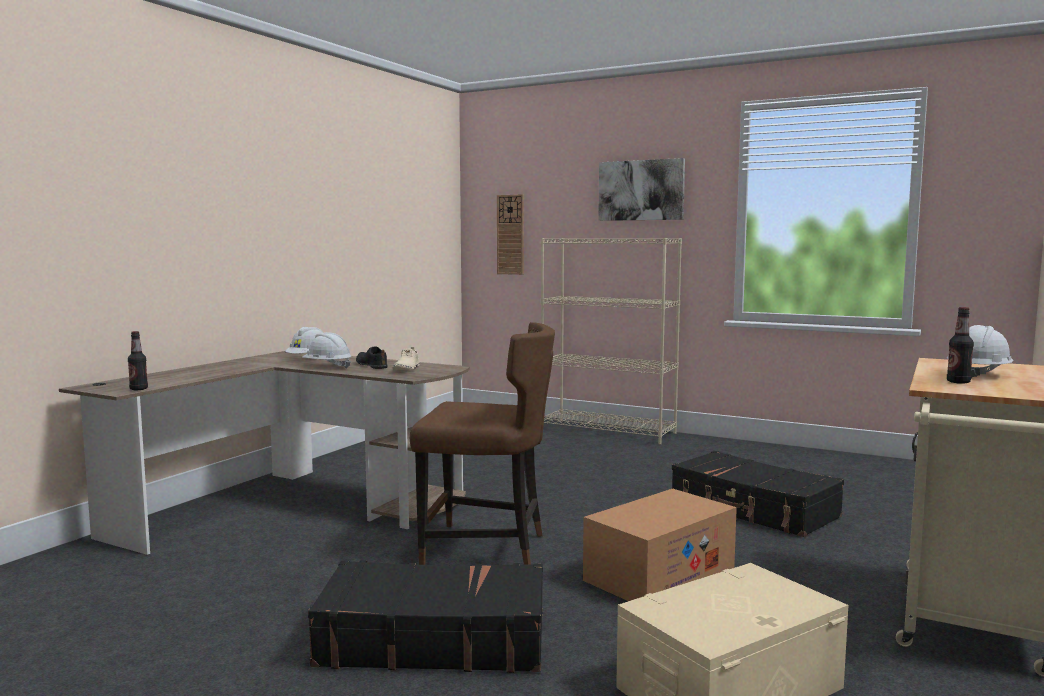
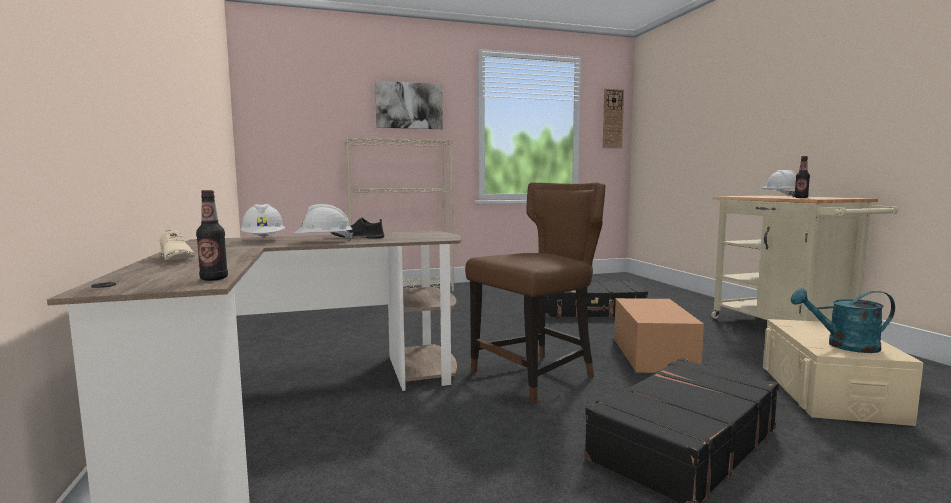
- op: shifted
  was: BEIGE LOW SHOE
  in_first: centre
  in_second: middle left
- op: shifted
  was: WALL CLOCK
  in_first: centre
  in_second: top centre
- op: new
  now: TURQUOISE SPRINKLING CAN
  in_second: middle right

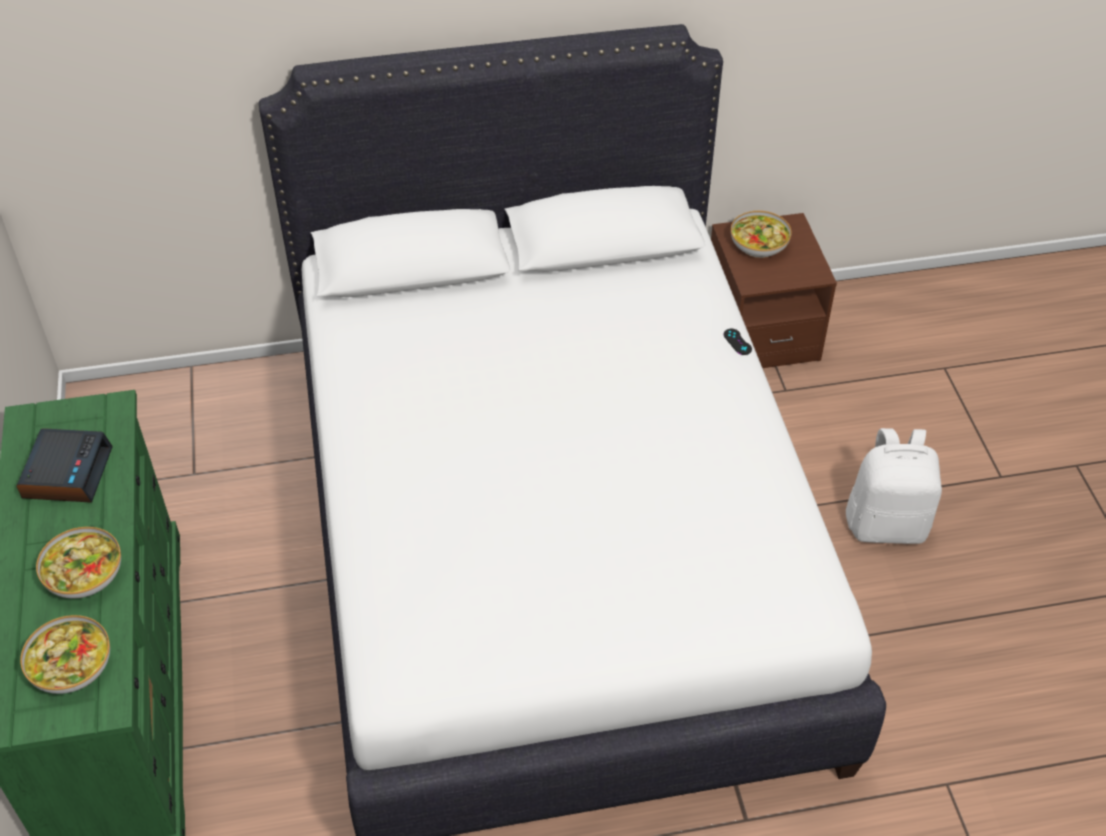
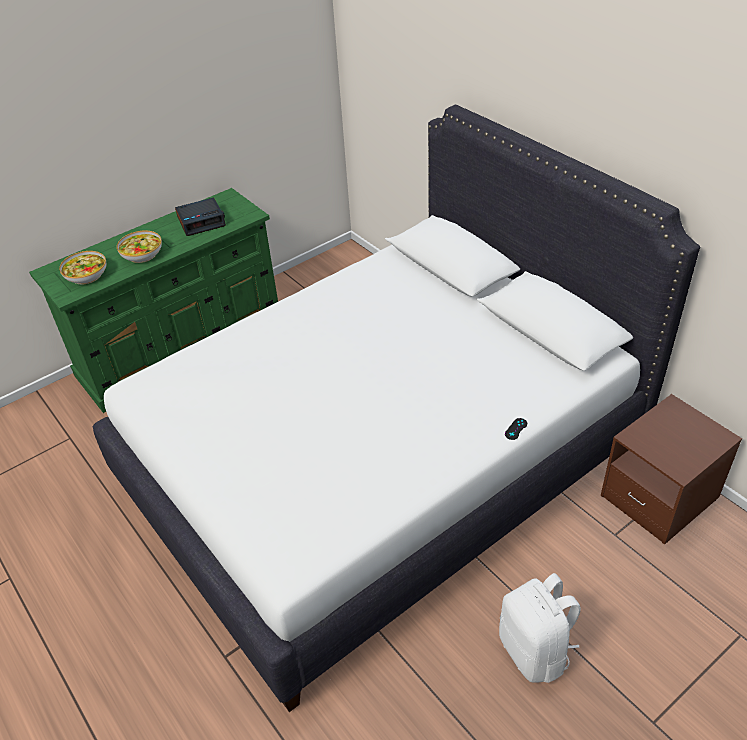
- op: gone
  was: BOWL (no. 3 from left)
  in_first: top right

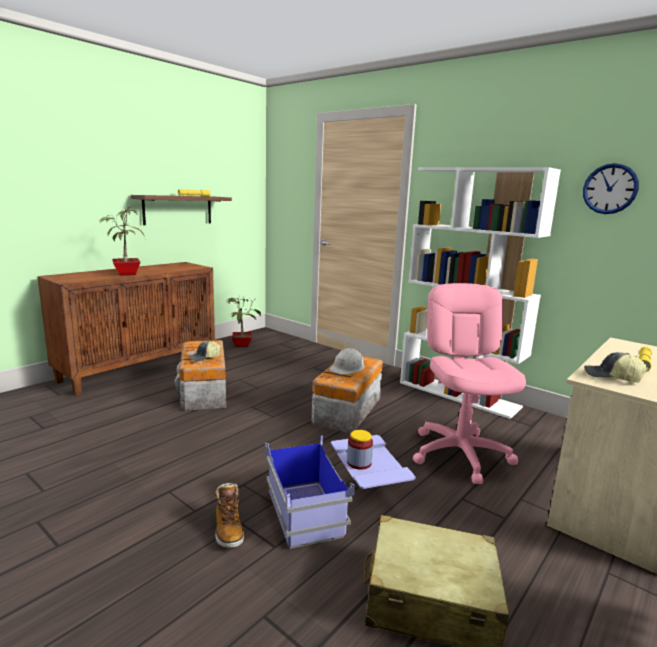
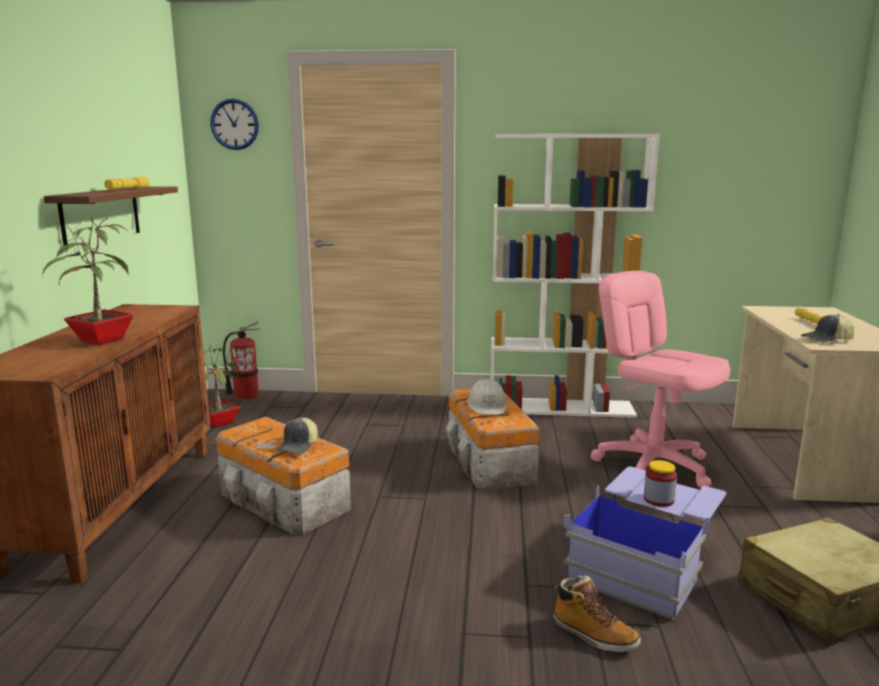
- op: shifted
  was: WALL CLOCK
  in_first: top right
  in_second: top left
- op: new
  now: FIRE EXTINGUISHER
  in_second: middle left

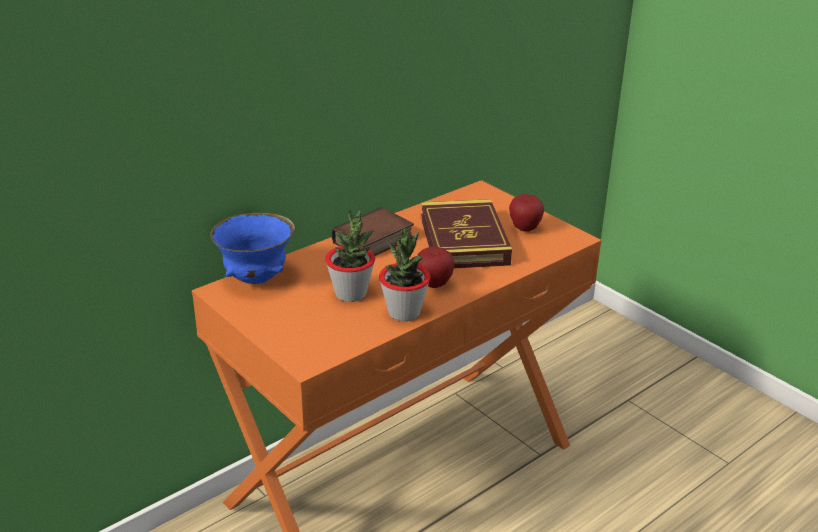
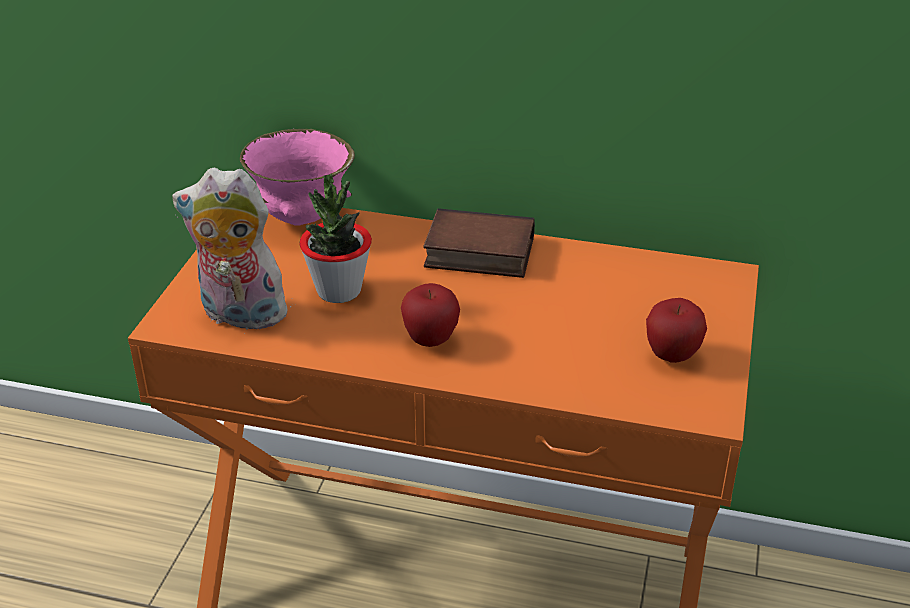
- op: new
  now: SOFT TOY
  in_second: middle left
- op: repainted
  was: BLUE-COLOURED BOWL
  now: PINK-COLOURED BOWL
  in_first: middle left
  in_second: top left
- op: gone
  was: PLANT IN A POT (no. 2 from left)
  in_first: centre
- op: gone
  was: VOLUME (no. 2 from left)
  in_first: centre

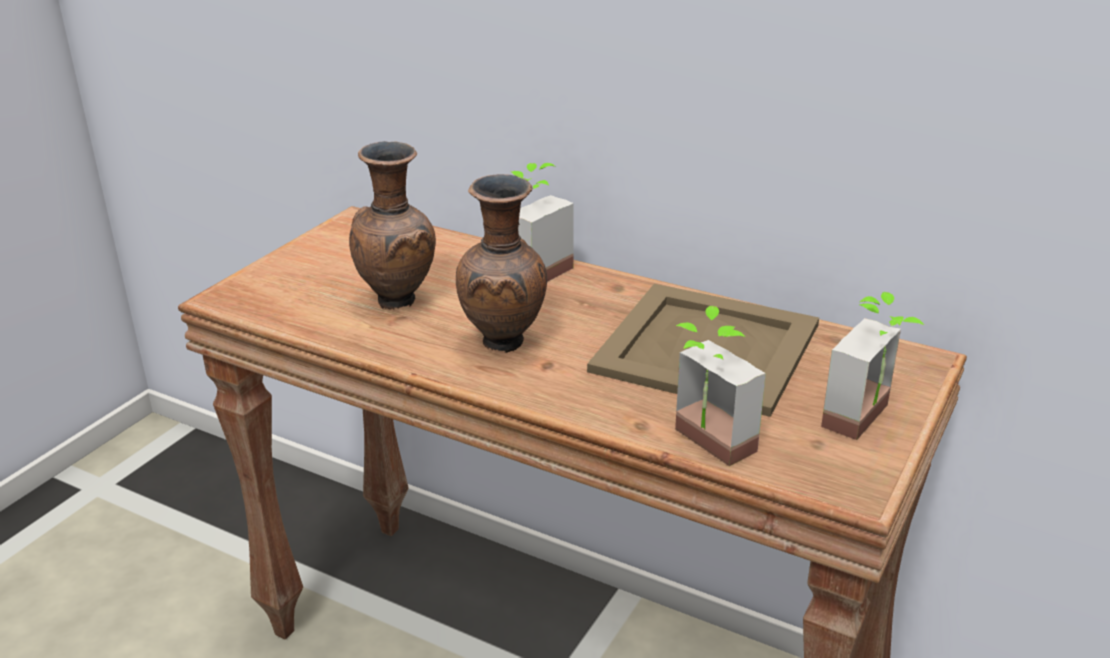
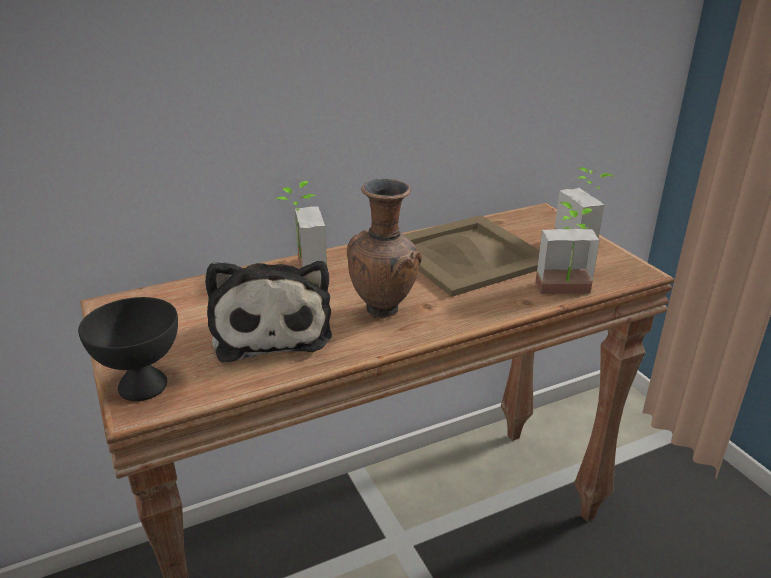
- op: new
  now: BLACK-COLOURED BOWL
  in_second: middle left
- op: swapped
  was: BROWN-COLOURED VASE (no. 1 from left)
  now: SOFT TOY
  in_first: centre
  in_second: centre

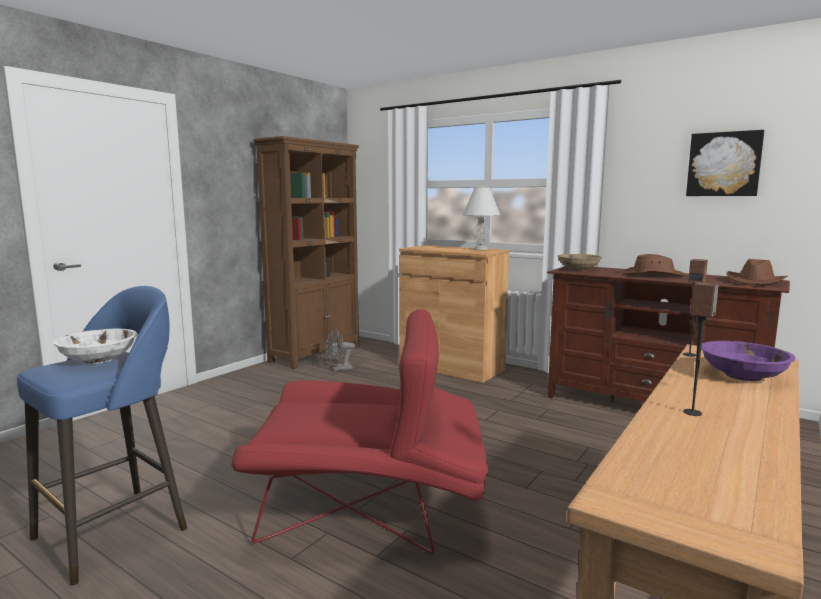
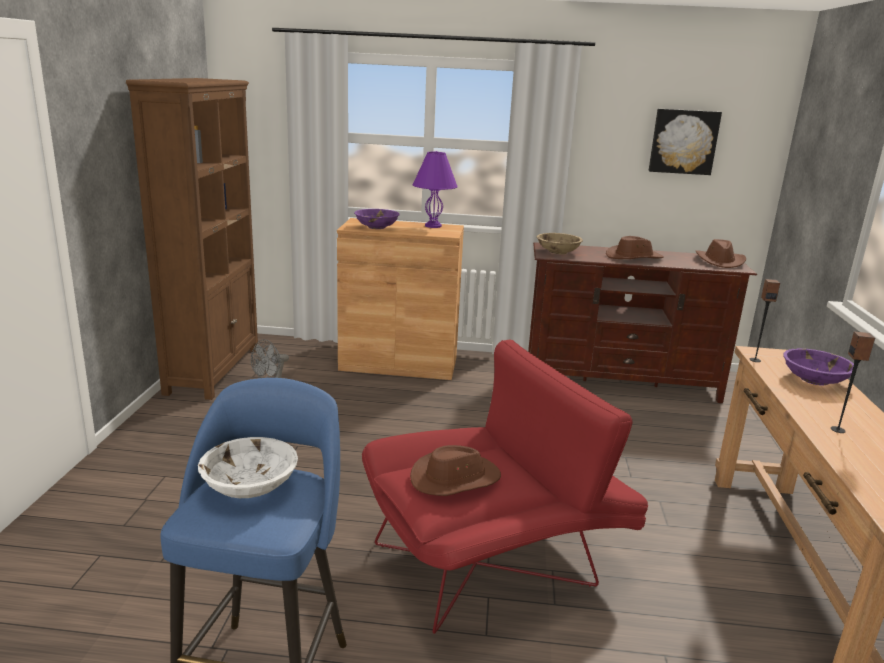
- op: new
  now: PURPLE-COLOURED BOWL (no. 1 from left)
  in_second: top centre
- op: new
  now: BROWN-COLOURED HAT (no. 1 from left)
  in_second: bottom centre
- op: repainted
  was: WHITISH TABLE LAMP
  now: PURPLE-COLOURED TABLE LAMP
  in_first: centre
  in_second: top centre

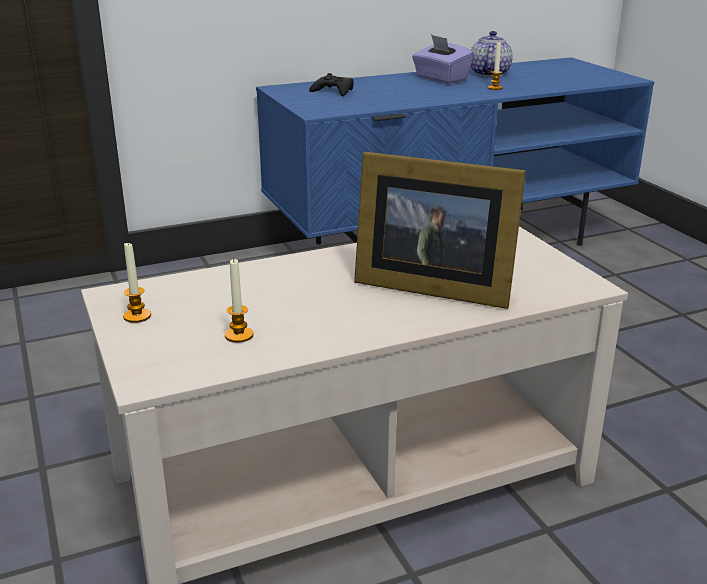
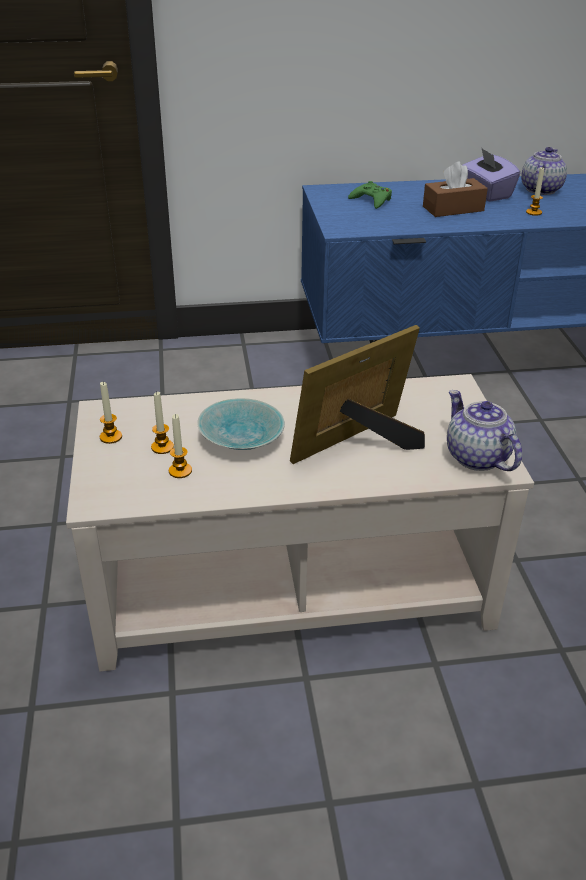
- op: new
  now: WAX CANDLE (no. 2 from left)
  in_second: middle left
- op: new
  now: TURQUOISE BOWL
  in_second: centre
- op: rotated
  was: PHOTO FRAME
  in_first: centre
  in_second: centre
  clockwise: 105
- op: repainted
  was: BLACK-COLOURED GAMEPAD
  now: GREENISH GAMEPAD
  in_first: top centre
  in_second: top centre
- op: new
  now: BROWN-COLOURED BOX OF TISSUES
  in_second: top right
- op: new
  now: POT FOR TEA (no. 1 from left)
  in_second: middle right

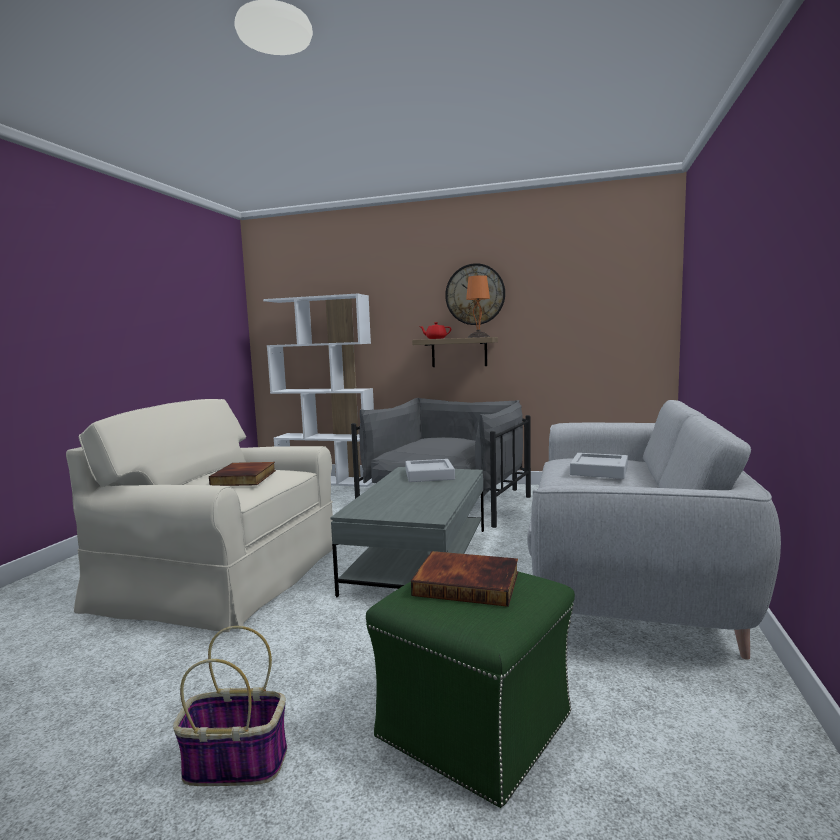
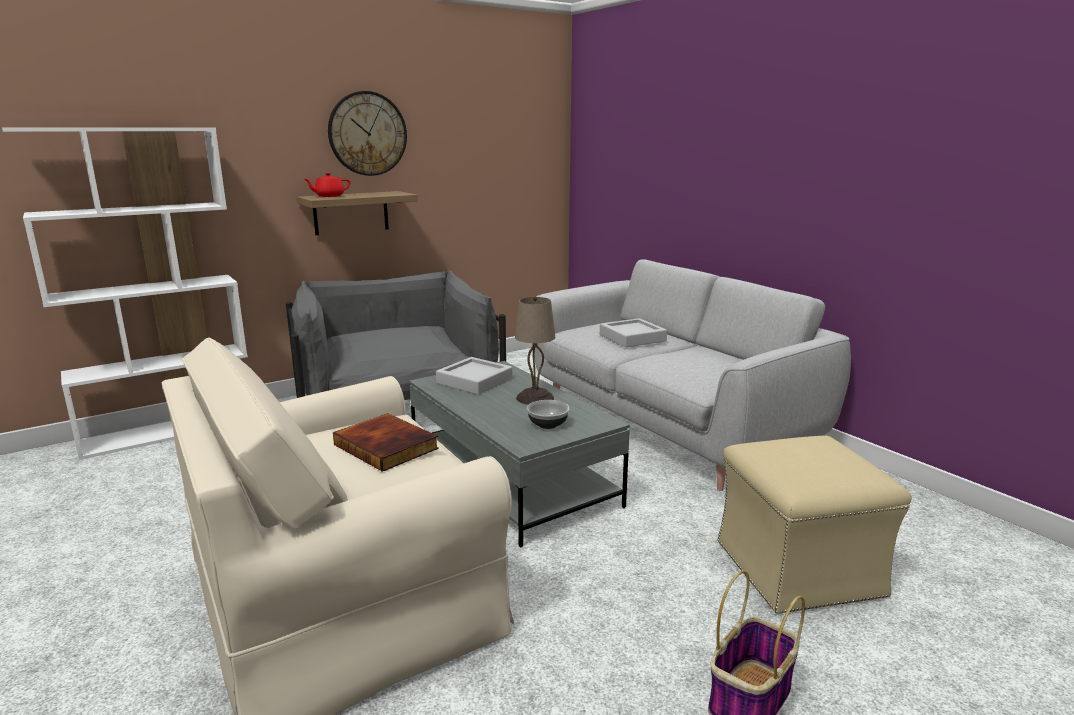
- op: new
  now: BEIGE TABLE LAMP
  in_second: centre
- op: new
  now: BOWL
  in_second: centre
- op: repainted
  was: GREENISH POUFFE
  now: BEIGE POUFFE
  in_first: bottom centre
  in_second: bottom right
- op: gone
  was: VOLUME (no. 2 from left)
  in_first: bottom centre
- op: gone
  was: ORANGE TABLE LAMP
  in_first: centre

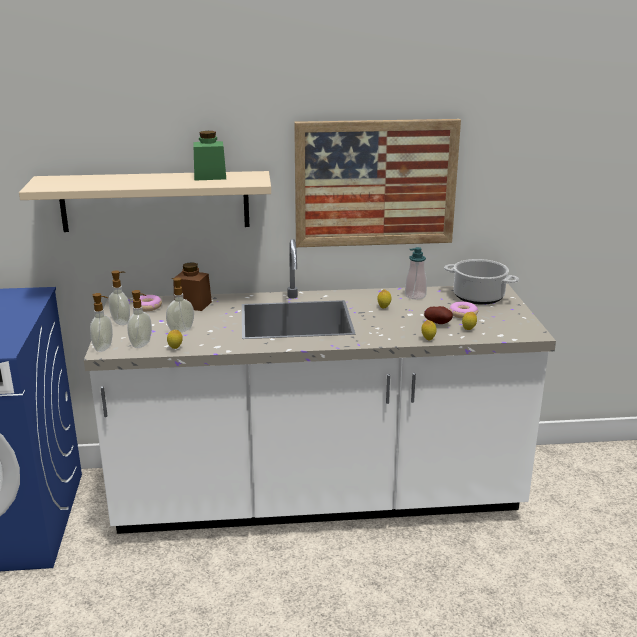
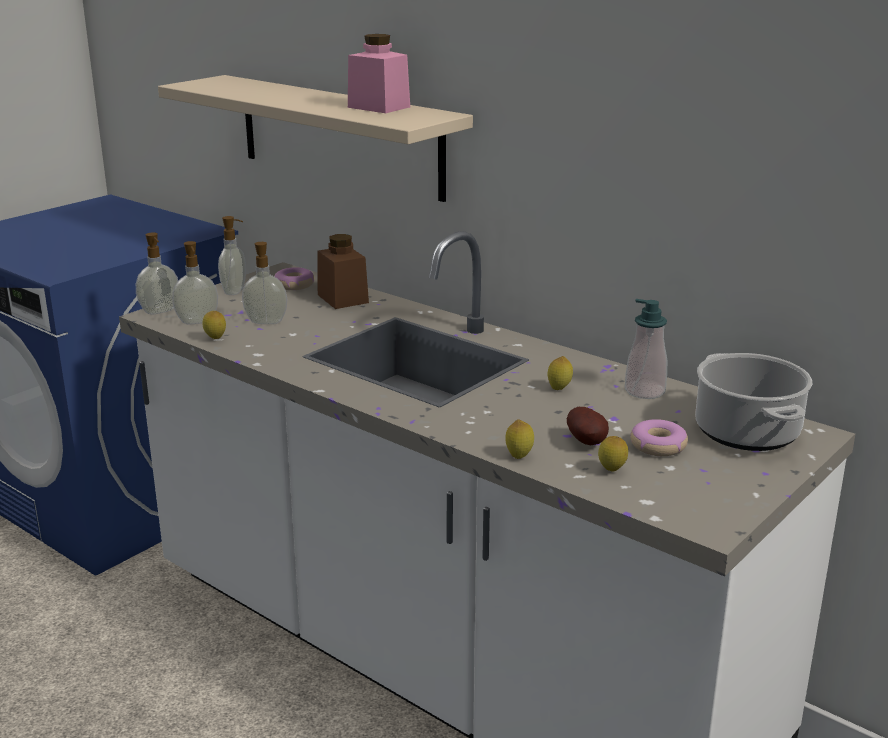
- op: repainted
  was: GREENISH JAR
  now: PINK-COLOURED JAR
  in_first: top left
  in_second: top centre
- op: gone
  was: WALL ART
  in_first: top centre

